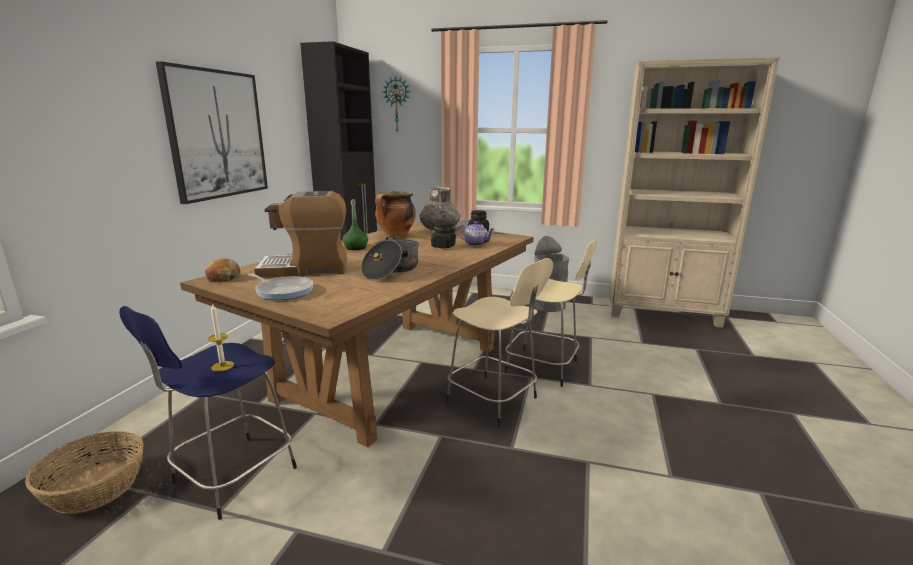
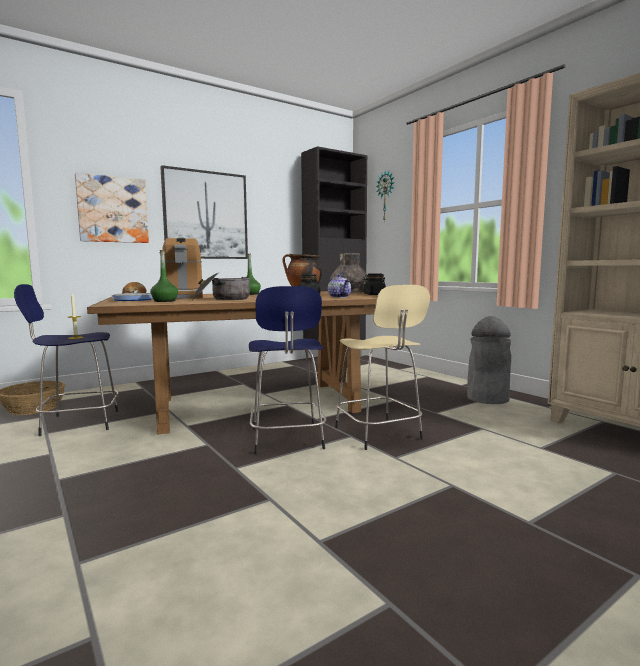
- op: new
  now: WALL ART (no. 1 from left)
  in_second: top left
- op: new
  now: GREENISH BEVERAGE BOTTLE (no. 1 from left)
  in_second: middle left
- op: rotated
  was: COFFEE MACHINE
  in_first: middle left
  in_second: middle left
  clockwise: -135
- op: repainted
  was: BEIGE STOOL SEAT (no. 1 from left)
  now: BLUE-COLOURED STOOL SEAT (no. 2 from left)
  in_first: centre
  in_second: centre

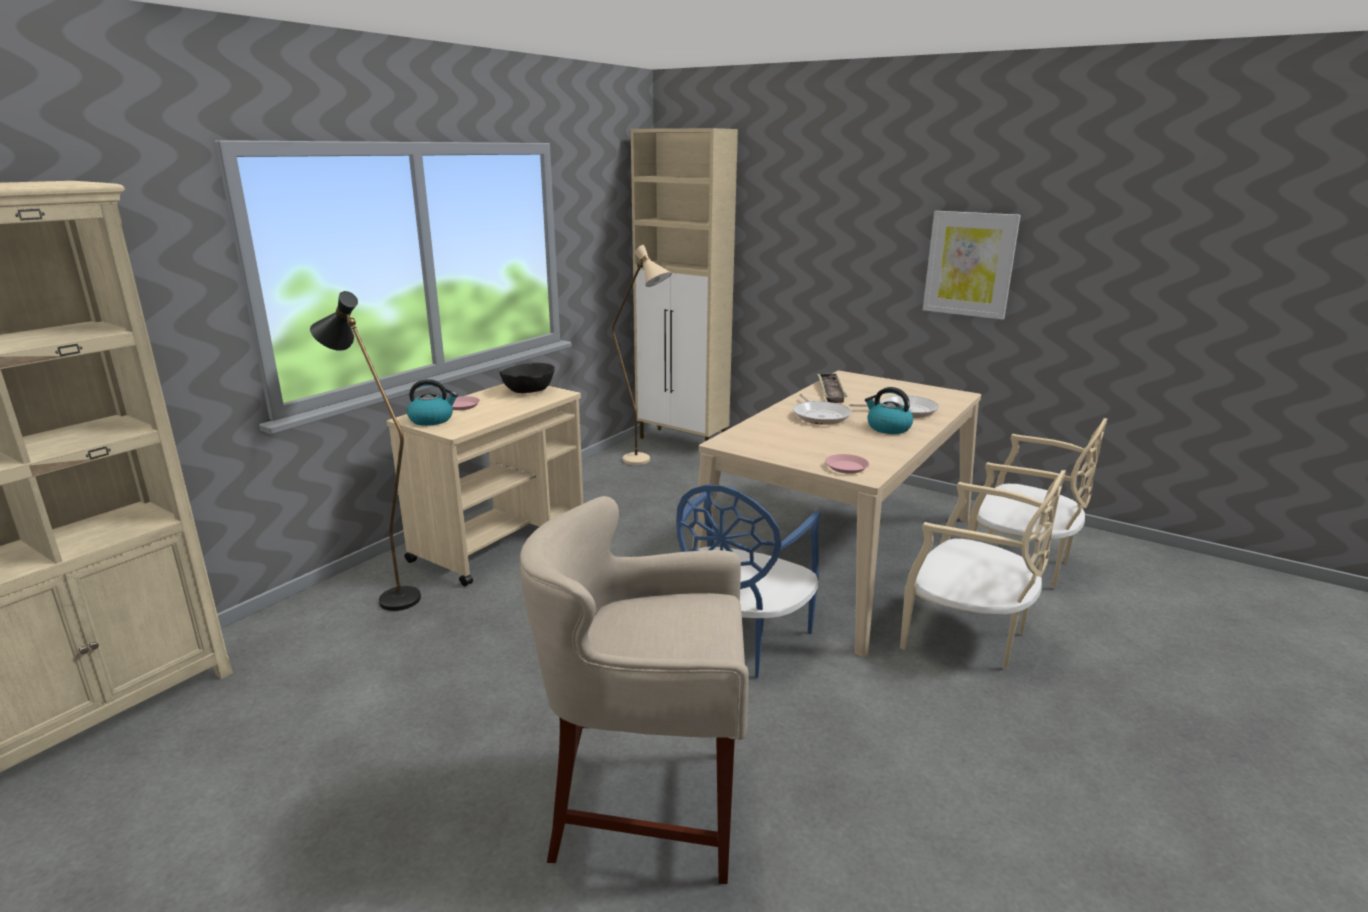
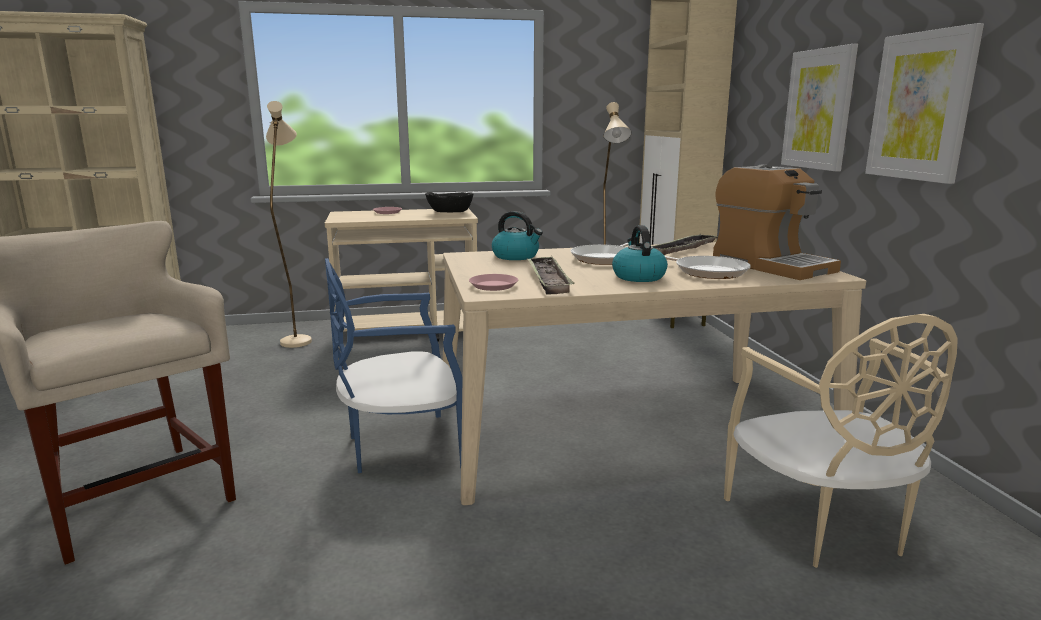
- op: repainted
  was: BLACK-COLOURED FLOOR LAMP
  now: BEIGE FLOOR LAMP (no. 1 from left)
  in_first: middle left
  in_second: middle left
- op: shifted
  was: KETTLE (no. 1 from left)
  in_first: middle left
  in_second: centre
- op: new
  now: TRAY (no. 1 from left)
  in_second: centre
- op: new
  now: COFFEE MACHINE
  in_second: middle right
- op: new
  now: WALL ART (no. 1 from left)
  in_second: top right
- op: gone
  was: BEIGE CHAIR (no. 1 from left)
  in_first: middle right

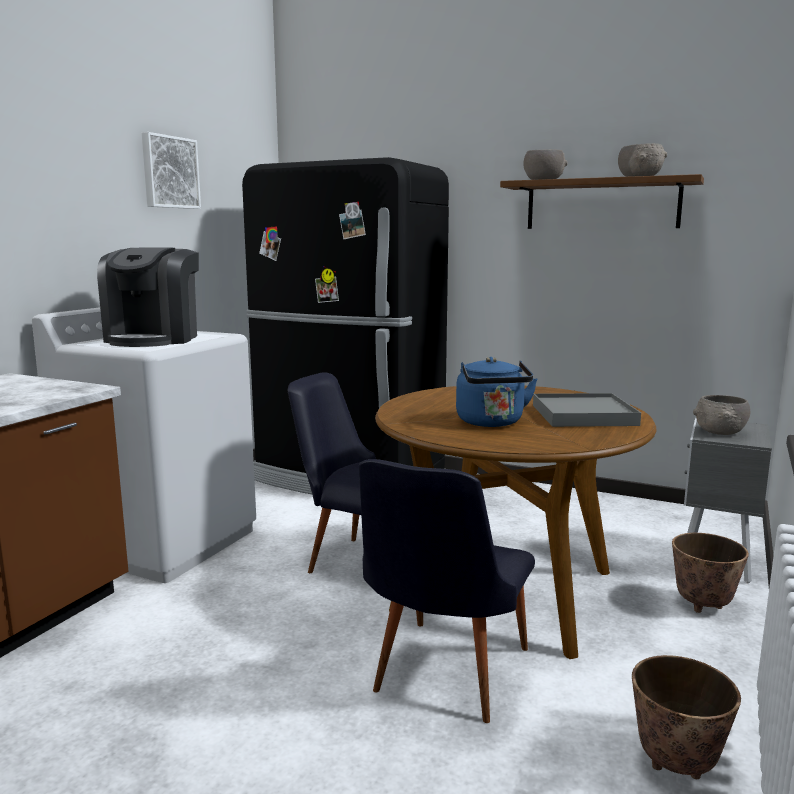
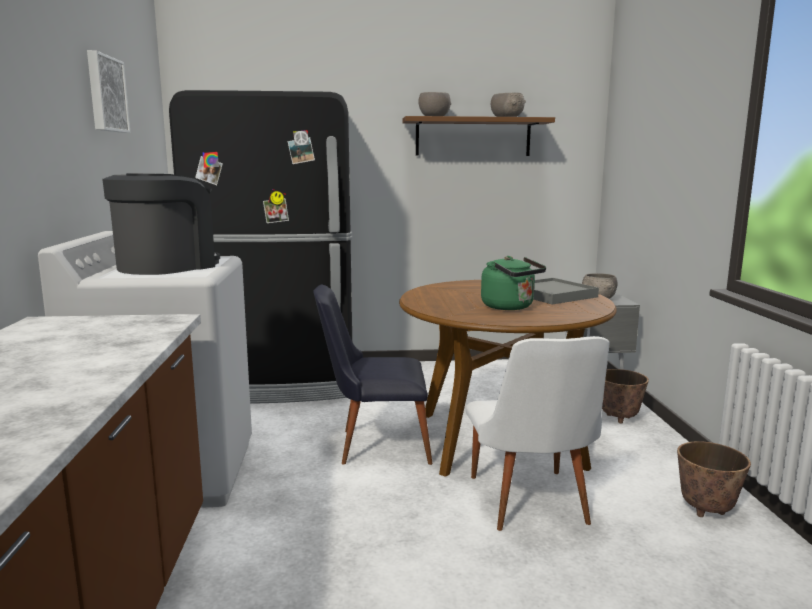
- op: rotated
  was: COFFEE MACHINE
  in_first: middle left
  in_second: middle left
  clockwise: -120
- op: repainted
  was: BLACK-COLOURED CHAIR (no. 2 from left)
  now: WHITISH CHAIR
  in_first: bottom centre
  in_second: bottom centre
- op: repainted
  was: BLUE-COLOURED KETTLE
  now: GREENISH KETTLE
  in_first: centre
  in_second: centre

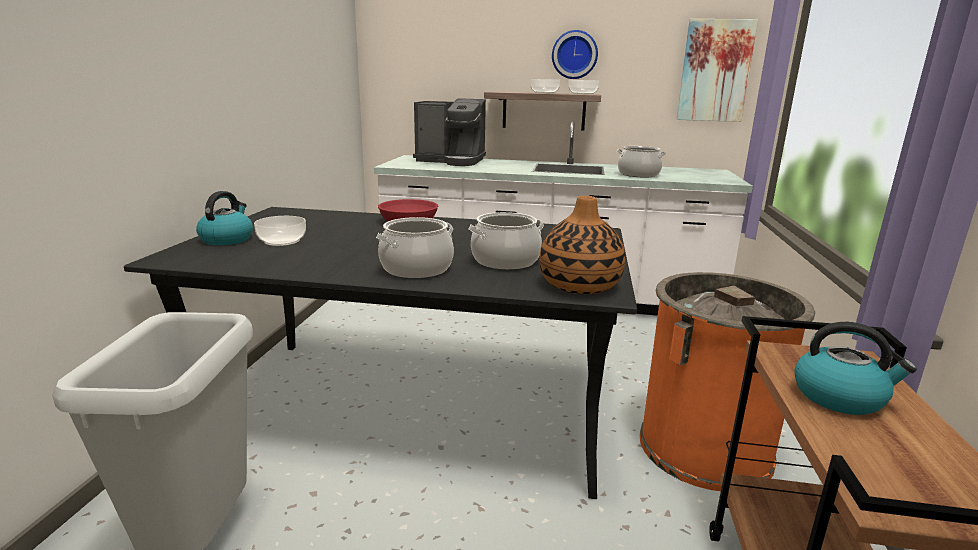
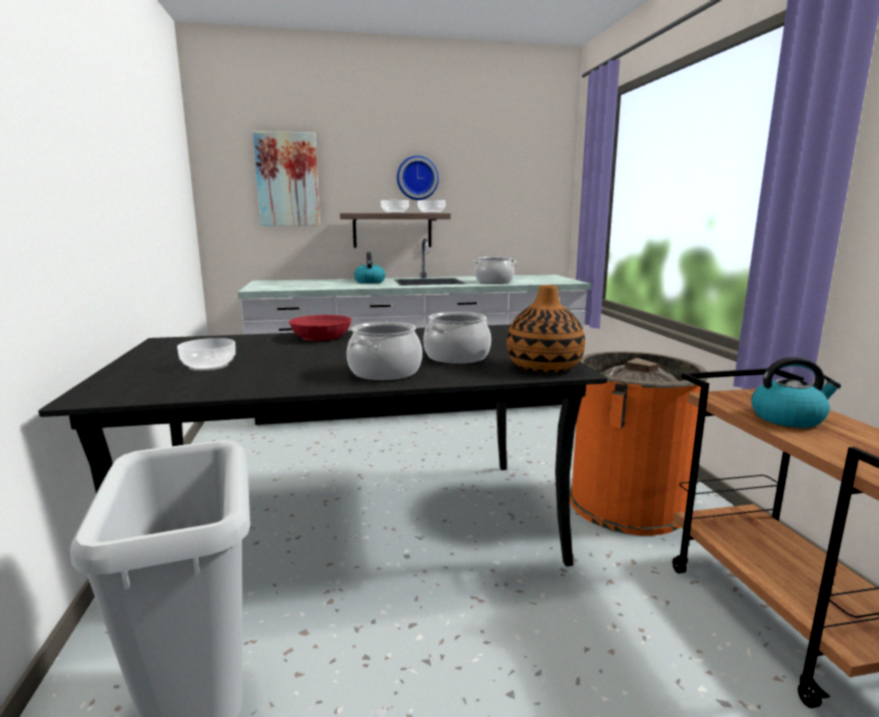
- op: shifted
  was: WALL ART
  in_first: top right
  in_second: top left
- op: shifted
  was: KETTLE (no. 1 from left)
  in_first: middle left
  in_second: centre
- op: gone
  was: COFFEE MACHINE
  in_first: top centre

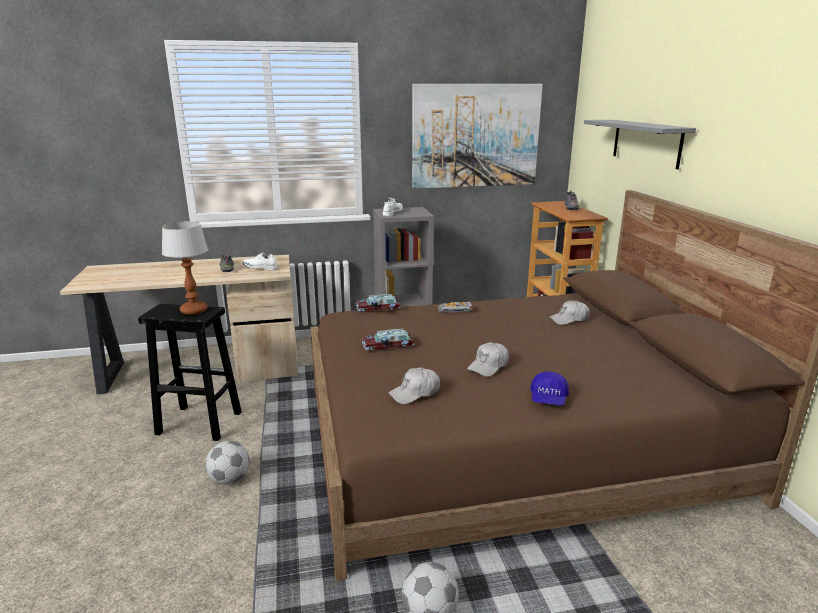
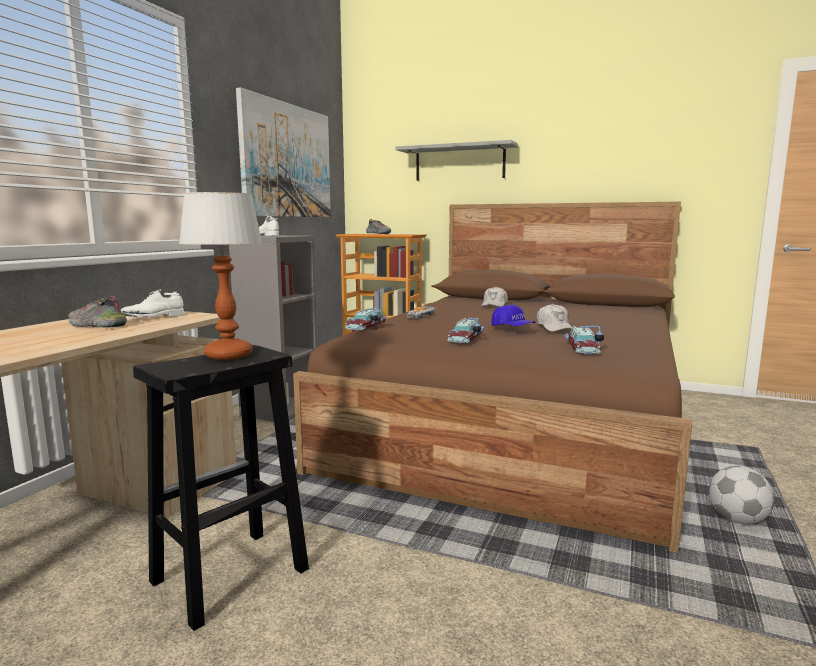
- op: shifted
  was: BLUE-COLOURED PEAKED CAP
  in_first: middle right
  in_second: centre
- op: swapped
  was: WHITISH PEAKED CAP (no. 1 from left)
  now: TOY CAR (no. 4 from left)
  in_first: centre
  in_second: middle right
- op: gone
  was: FOOTBALL BALL (no. 1 from left)
  in_first: bottom left

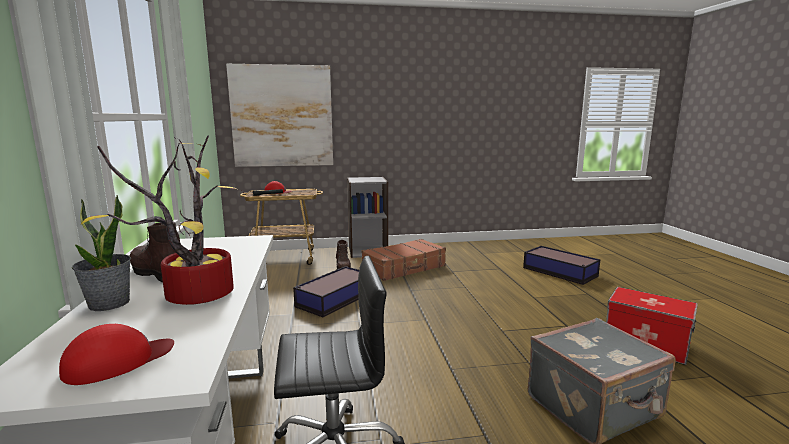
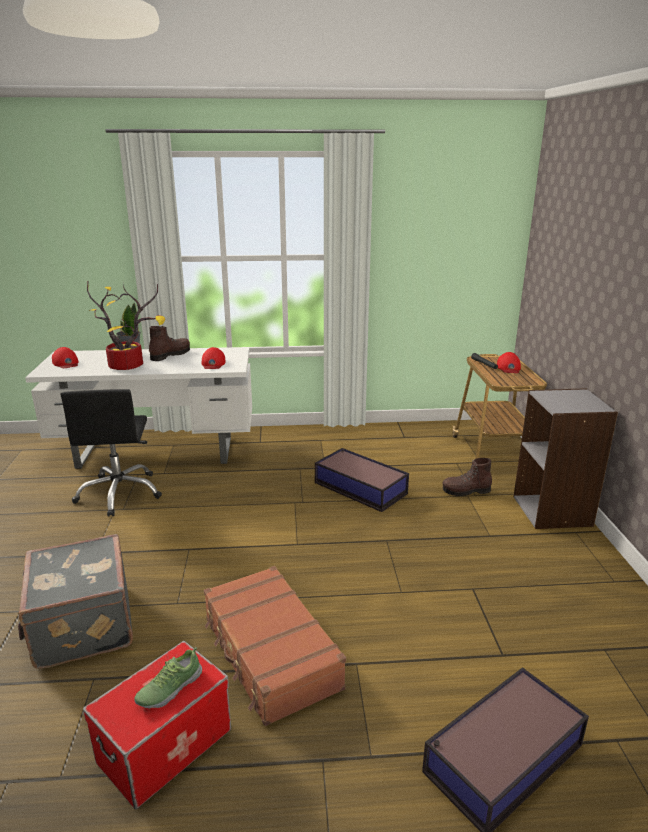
- op: new
  now: LOW SHOE
  in_second: bottom left
- op: new
  now: RED-COLOURED PEAKED CAP (no. 2 from left)
  in_second: middle left
- op: shifted
  was: BROWN-COLOURED PIECE OF LUGGAGE
  in_first: centre
  in_second: bottom centre
- op: gone
  was: WALL ART
  in_first: top centre

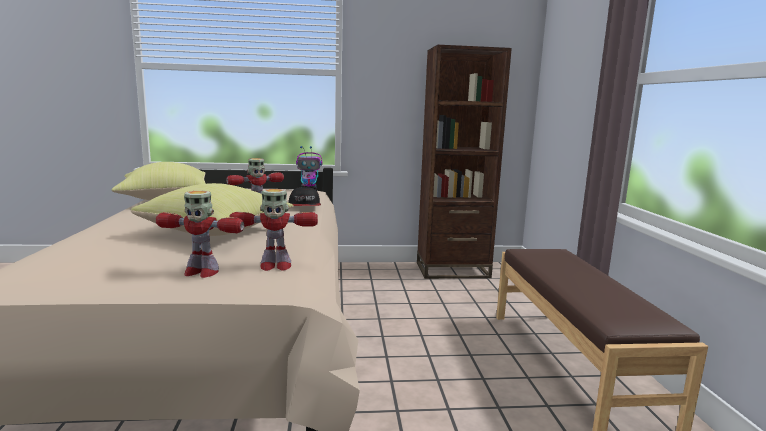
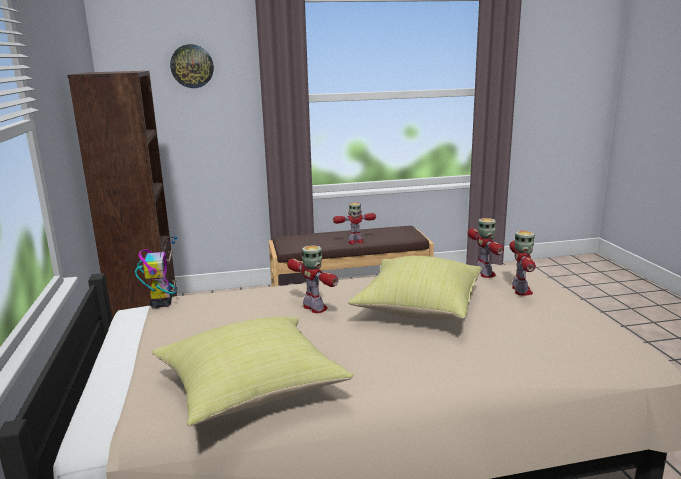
- op: new
  now: WALL CLOCK
  in_second: top left
- op: new
  now: TOY ROBOT (no. 3 from left)
  in_second: centre
- op: gone
  was: PEAKED CAP
  in_first: centre

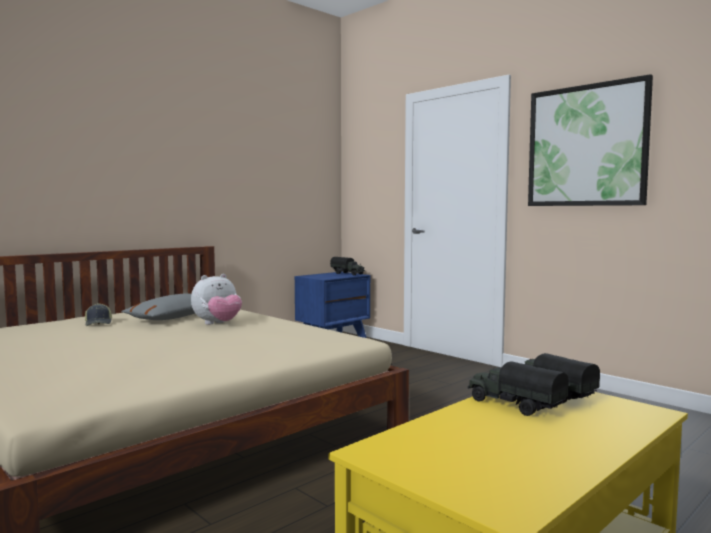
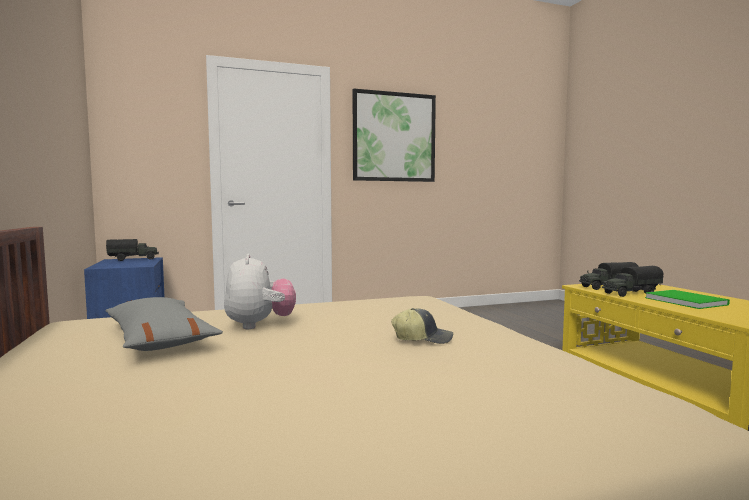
- op: shifted
  was: PEAKED CAP
  in_first: middle left
  in_second: centre
- op: new
  now: GREENISH VOLUME
  in_second: middle right

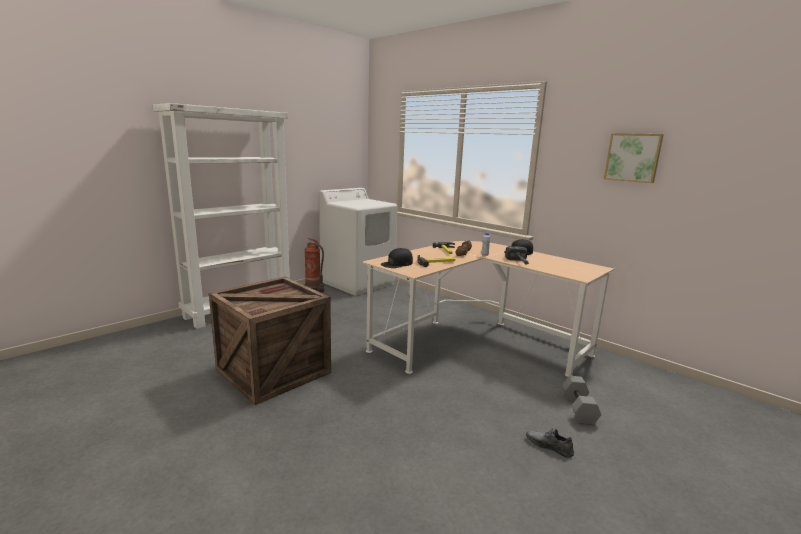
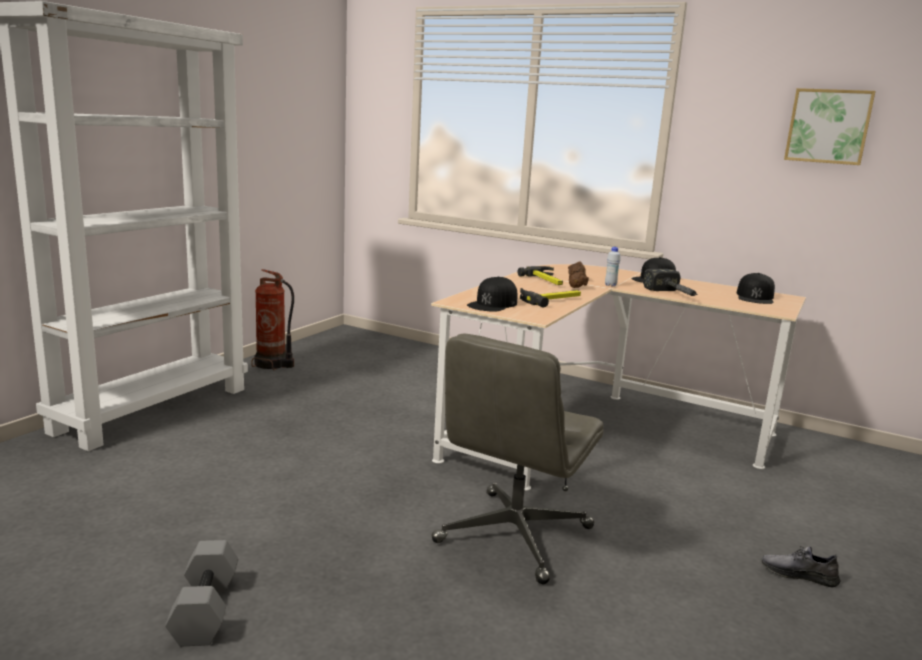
- op: shifted
  was: GRAY FREE WEIGHT
  in_first: bottom right
  in_second: bottom left
- op: new
  now: GRAY DESK CHAIR
  in_second: bottom centre
- op: new
  now: BLACK-COLOURED PEAKED CAP (no. 3 from left)
  in_second: middle right
- op: gone
  was: SHIPPING CRATE
  in_first: centre
- op: gone
  was: WHITISH LAUNDRY APPLIANCE
  in_first: centre

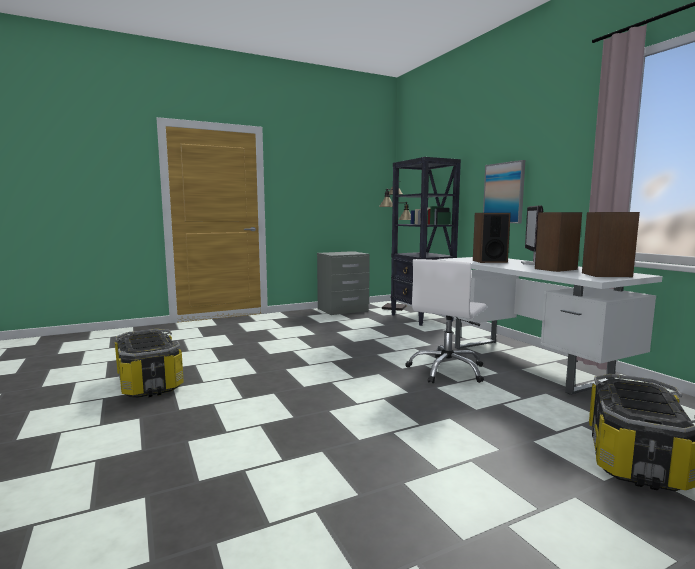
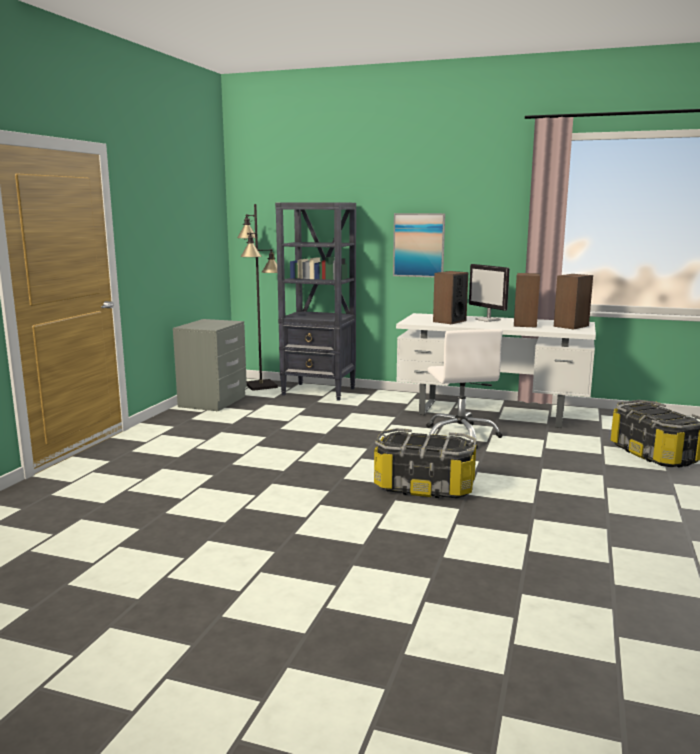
- op: shifted
  was: STORAGE BIN (no. 1 from left)
  in_first: middle left
  in_second: centre

